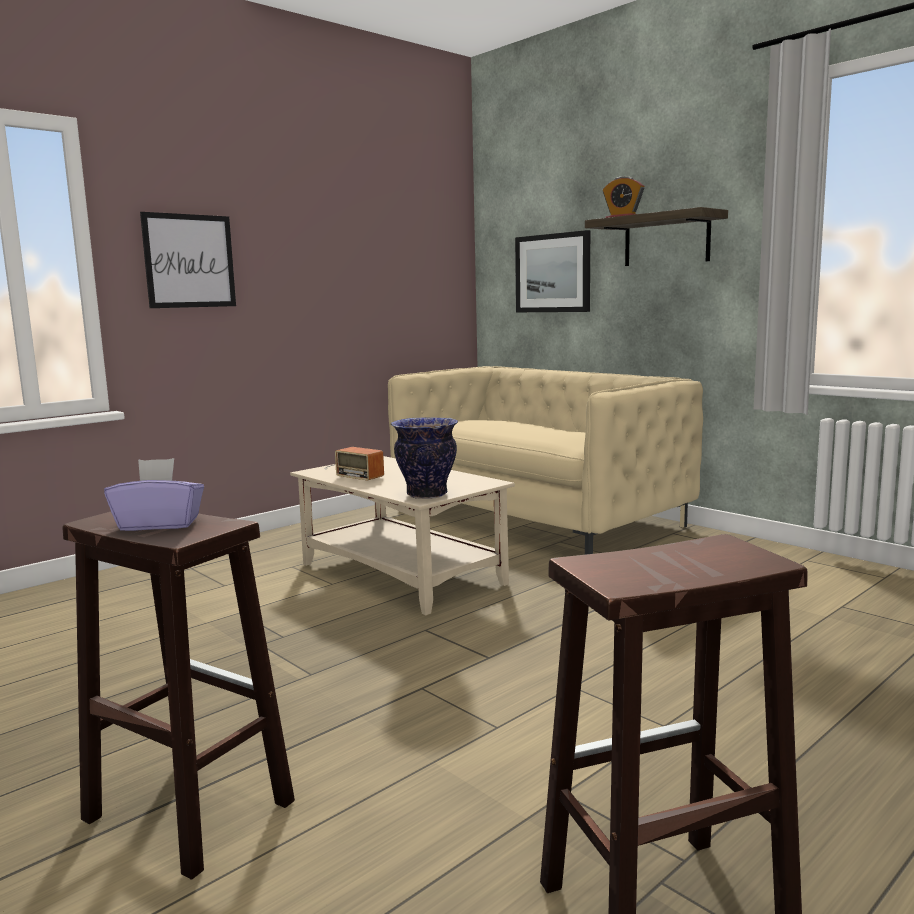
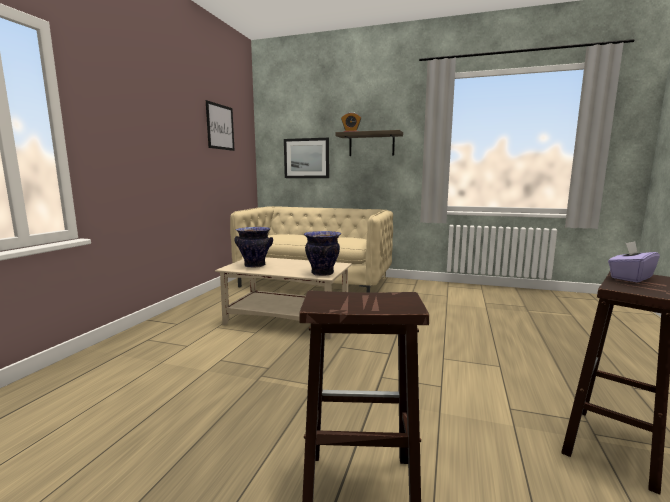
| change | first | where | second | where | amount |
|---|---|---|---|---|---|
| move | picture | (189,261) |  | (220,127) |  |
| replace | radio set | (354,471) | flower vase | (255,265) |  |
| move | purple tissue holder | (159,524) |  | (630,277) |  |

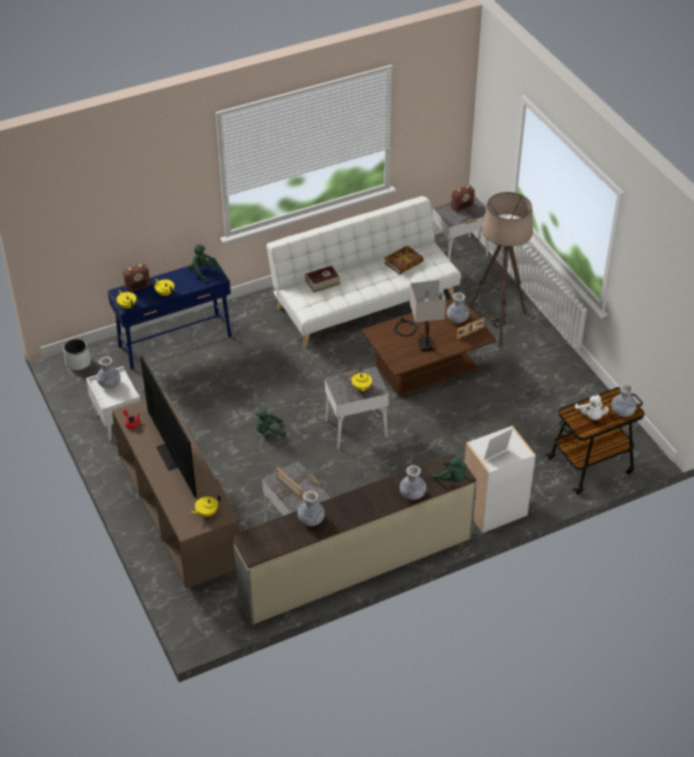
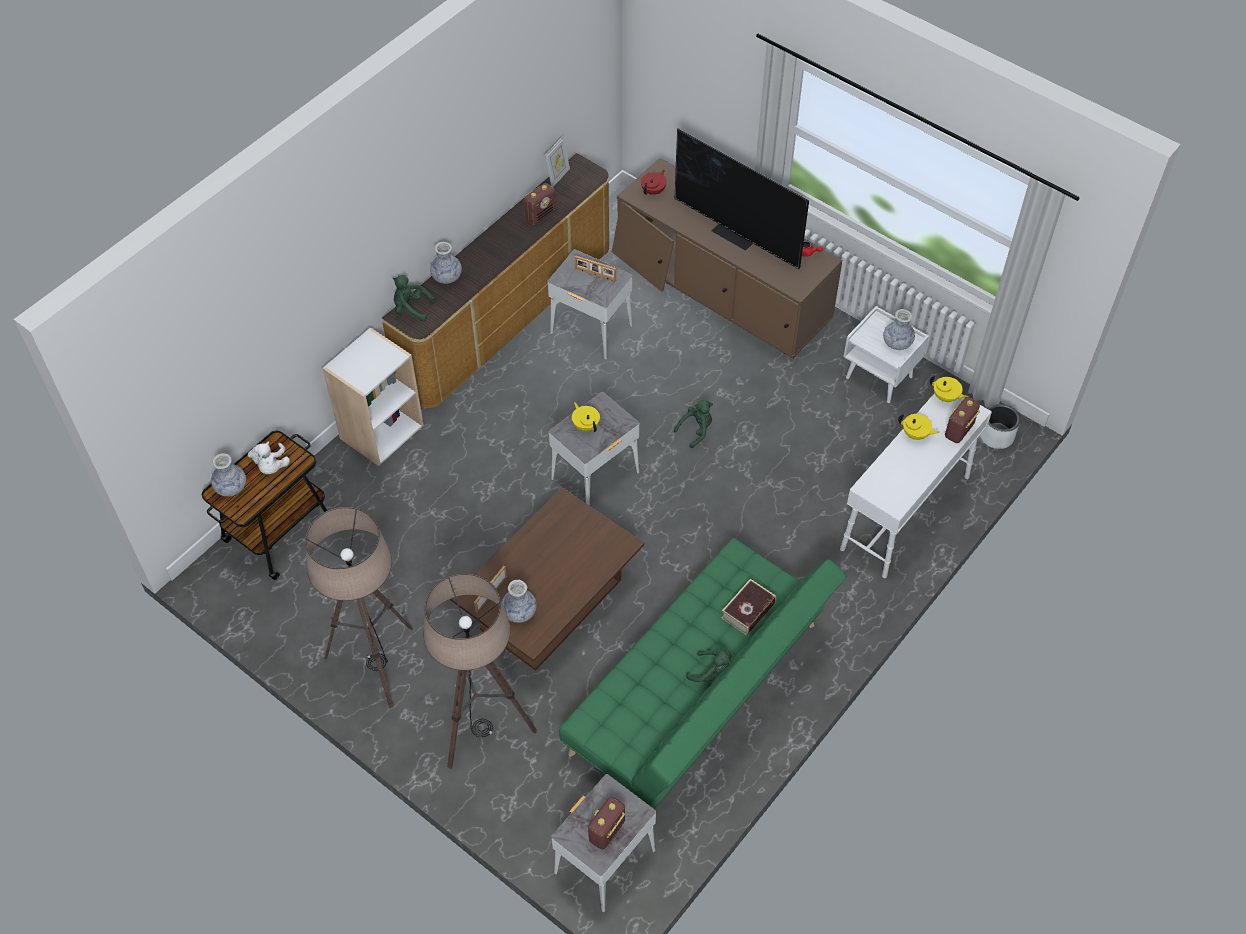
| change | first | where | second | where | amount |
|---|---|---|---|---|---|
| rotate | white-coloured soft toy | (591,416) |  | (271,466) | 150 degrees counterclockwise |
| insert |  |  | floor lamp | (376,663) |  |
| recolor | grey cupboard | (355,565) | brownish cupboard | (508,315) |  |
| replace | flower vase | (311,520) | radio set | (540,215) |  |
| move | standing frame | (497,456) |  | (558,177) |  |
| recolor | white-coloured couch | (364,299) | green-coloured couch | (700,693) |  |
| recolor | yellow teapot | (206,513) | red-coloured teapot | (654,191) |  |
| move | green-coloured soft toy | (203,271) |  | (713,674) |  |
| recolor | bluish narrow table | (175,342) | white-coloured narrow table | (904,512) |  |
| delete | bound book | (403,263) |  |  |  |
| delete | lamp for a table | (417,337) |  |  |  |

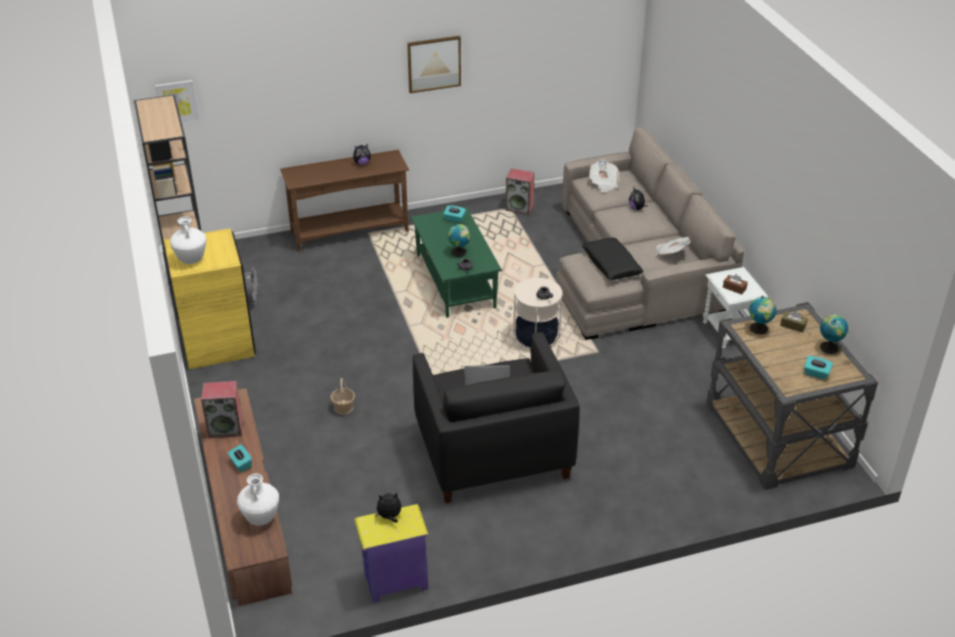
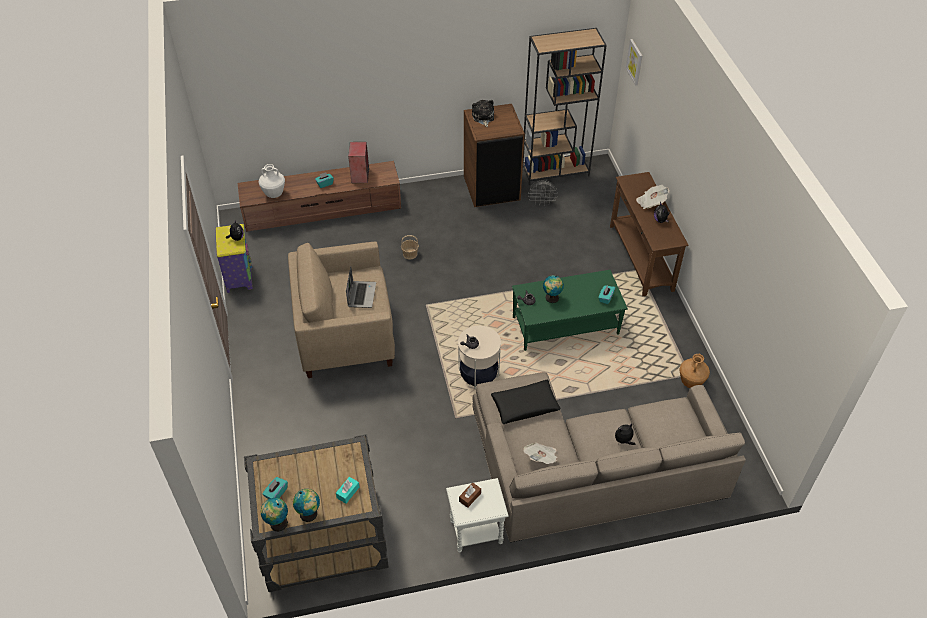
| change | first | where | second | where | amount |
|---|---|---|---|---|---|
| move | desk globe | (759,329) |  | (277,523) |  |
| recolor | black-coloured lounge chair | (492,452) | sand-coloured lounge chair | (345,334) |  |
| recolor | brownish tissue holder | (793,325) | turquoise tissue holder | (348,492) |  |
| recolor | yellow cupboard | (217,343) | brownish cupboard | (492,188) |  |
| replace | white-coloured flower vase | (191,260) | soft toy | (483,117) |  |
| move | daily paper | (603,184) |  | (651,202) |  |
| replace | speaker | (520,208) | brownish flower vase | (690,383) |  |
| delete | picture | (434,63) |  |  |  |

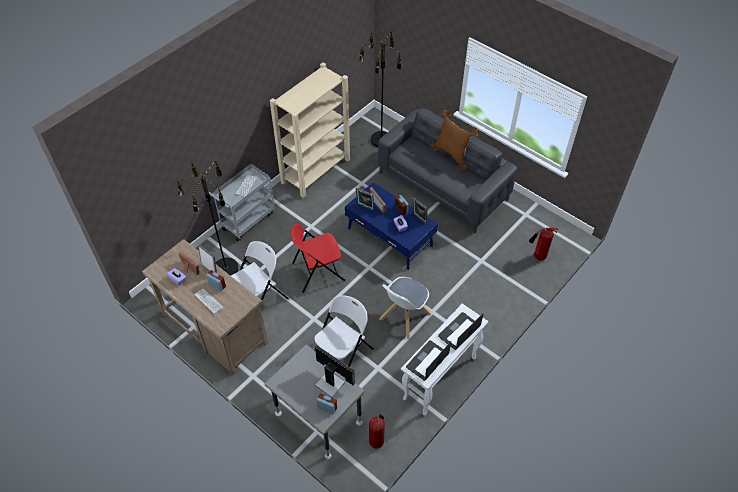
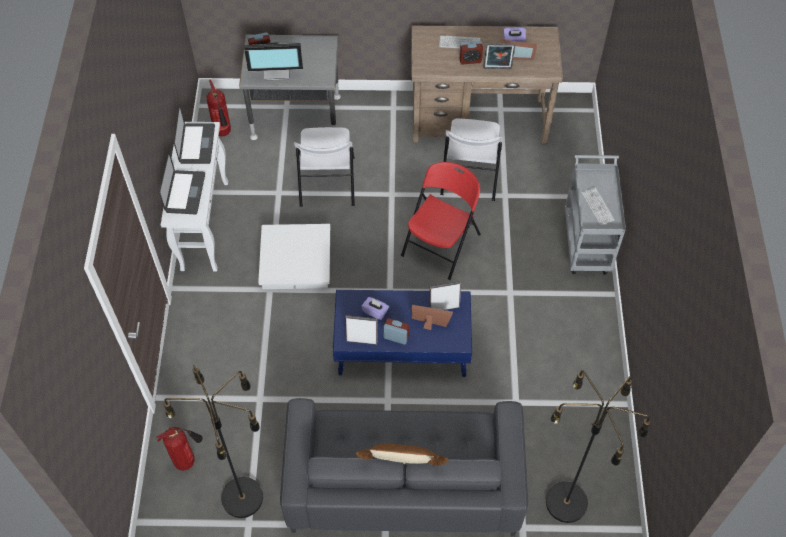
| change | first | where | second | where | amount |
|---|---|---|---|---|---|
| move | floor lamp | (225,268) |  | (243,497) |  |
| replace | upright chair | (404,317) | white-coloured storage box | (296,261) |  |
| delete | sand-coloured shelving unit | (315,171) |  |  |  |

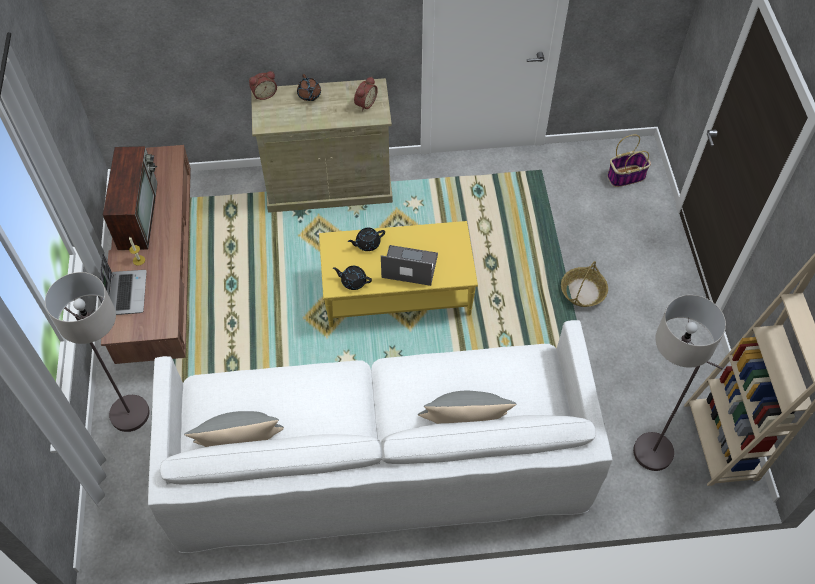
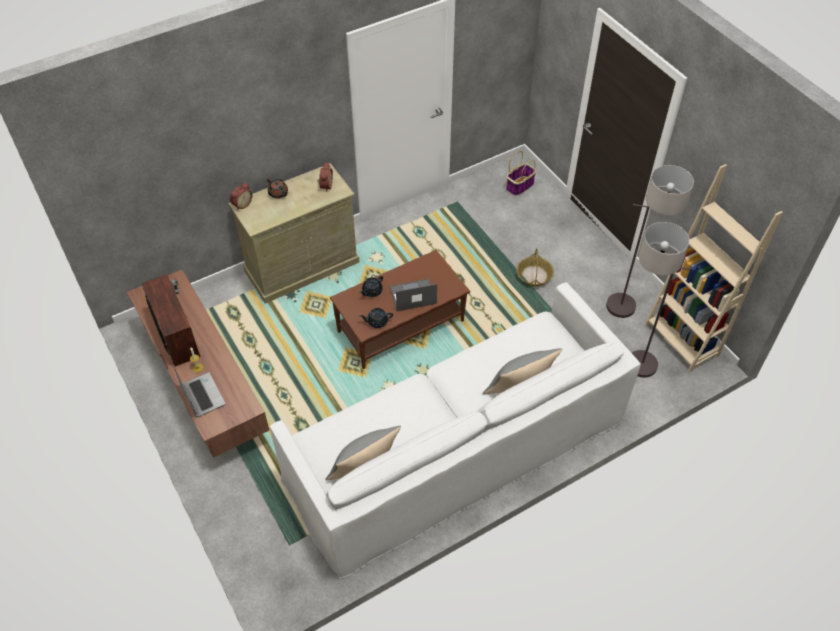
| change | first | where | second | where | amount |
|---|---|---|---|---|---|
| recolor | yellow lounge table | (396,294) | brownish lounge table | (400,326) |  |
| move | grey floor lamp | (138,420) |  | (629,307) |  |

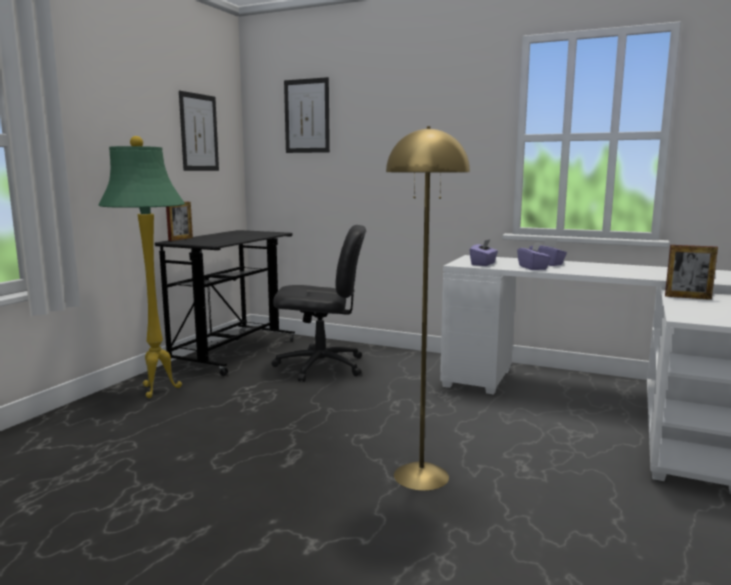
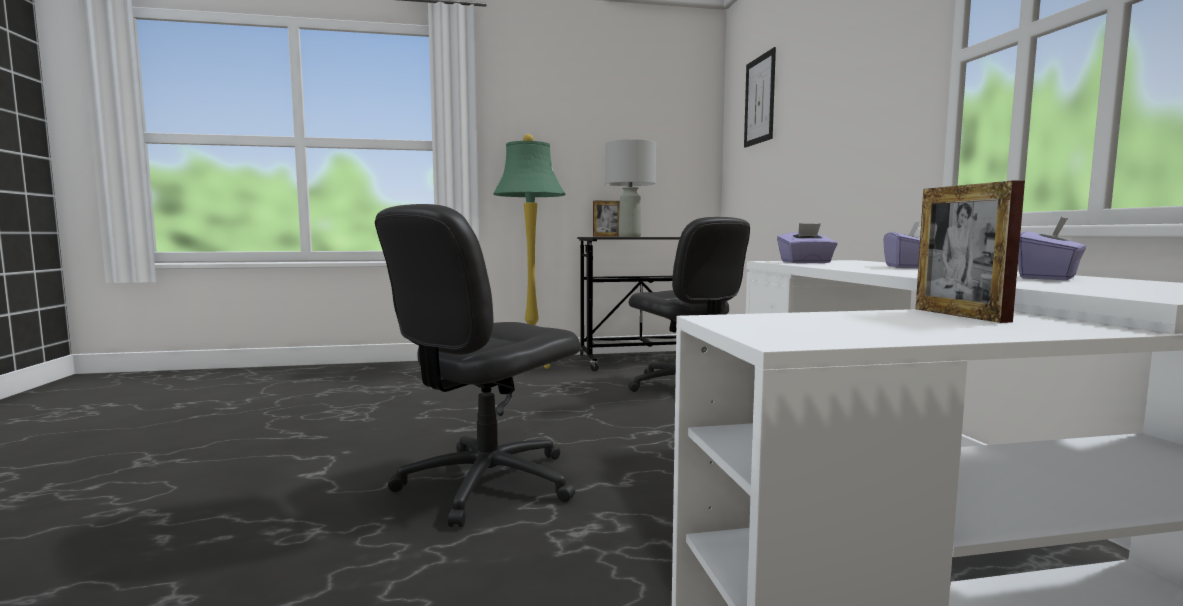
| change | first | where | second | where | amount |
|---|---|---|---|---|---|
| replace | yellow floor lamp | (421,476) | black-coloured office chair | (487,482) |  |
| insert |  |  | grey lamp for a table | (630,236) |  |
| move | purple tissue holder | (533,268) |  | (1049,278) |  |
| delete | picture | (199,132) |  |  |  |

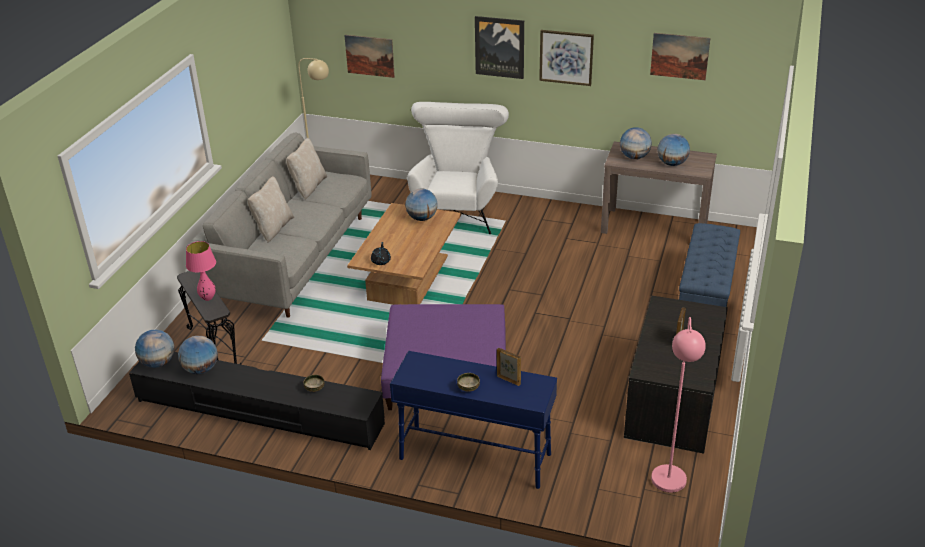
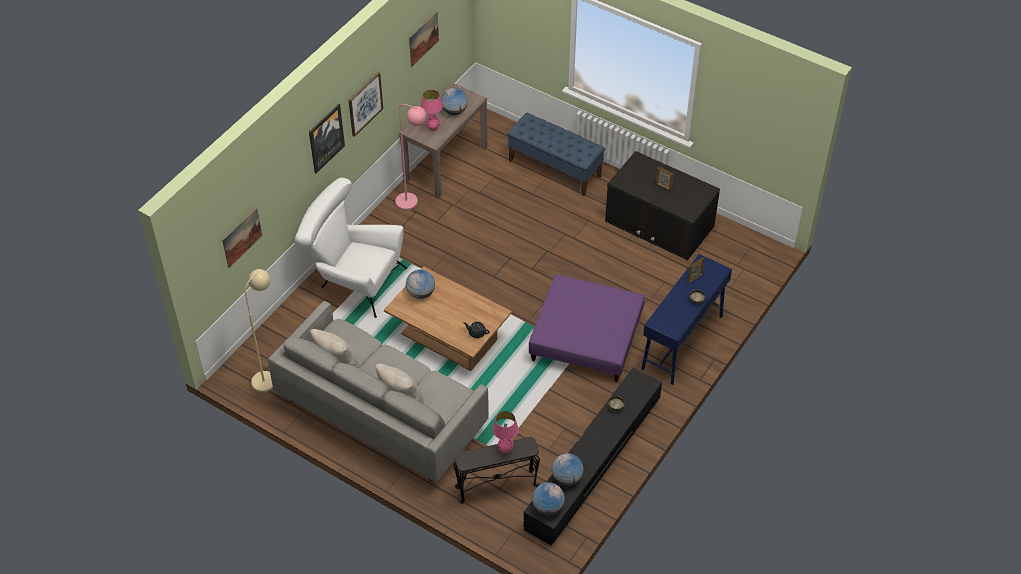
| change | first | where | second | where | amount |
|---|---|---|---|---|---|
| move | pink floor lamp | (668,488) |  | (413,204) |  |
| replace | desk globe | (634,157) | pink lamp for a table | (432,129) |  |

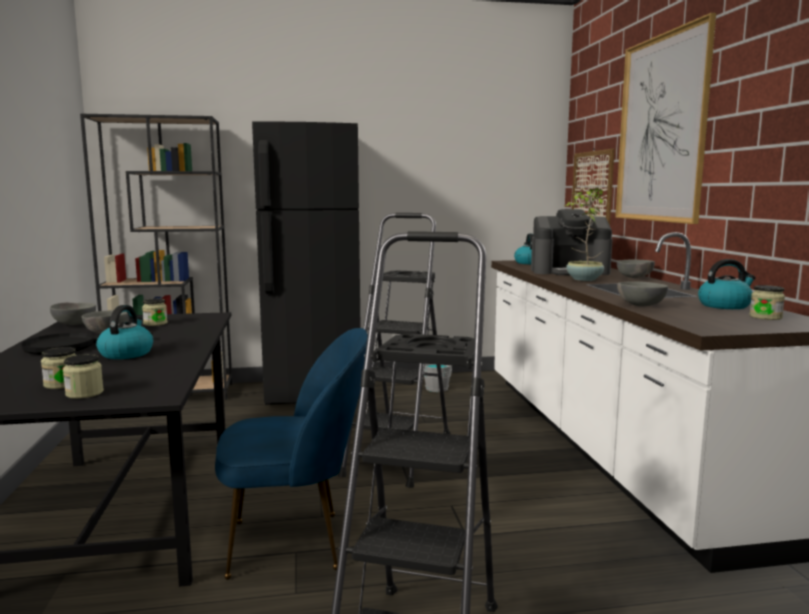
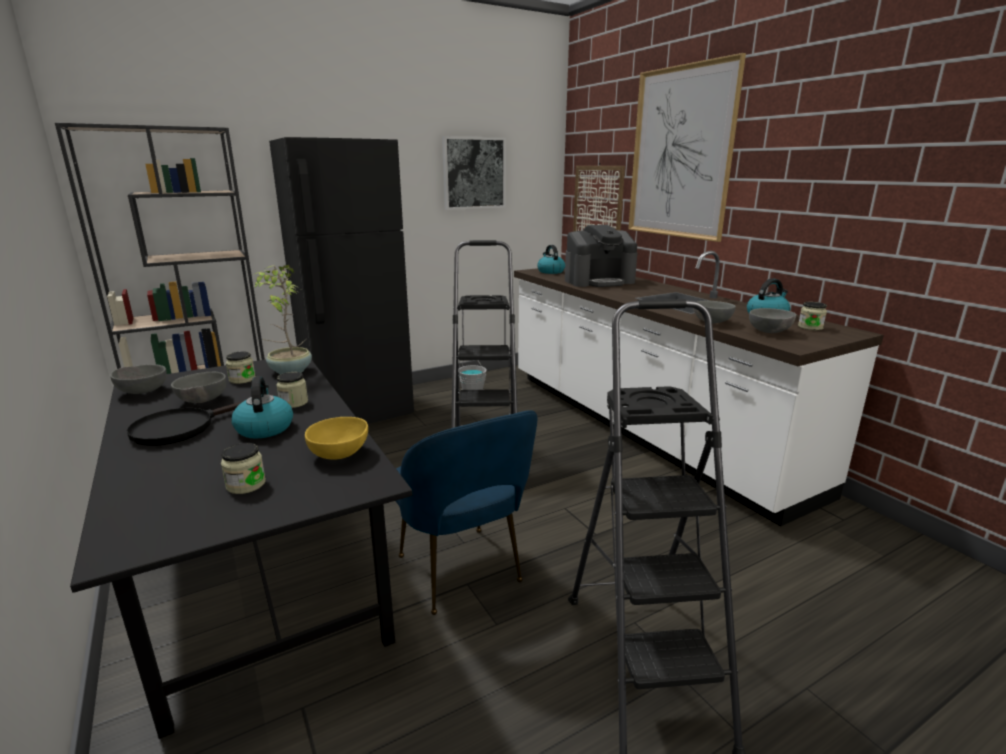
| change | first | where | second | where | amount |
|---|---|---|---|---|---|
| move | potted plant | (583,279) |  | (289,371) |  |
| move | storage jar | (84,393) |  | (294,403) |  |
| insert |  |  | yellow deep dish | (340,454) |  |
| rotate | bluish upright chair | (297,544) |  | (462,576) | 90 degrees clockwise |
| insert |  |  | picture | (474,173) |  |
| move | grey deep dish | (634,277) |  | (770,332) |  |

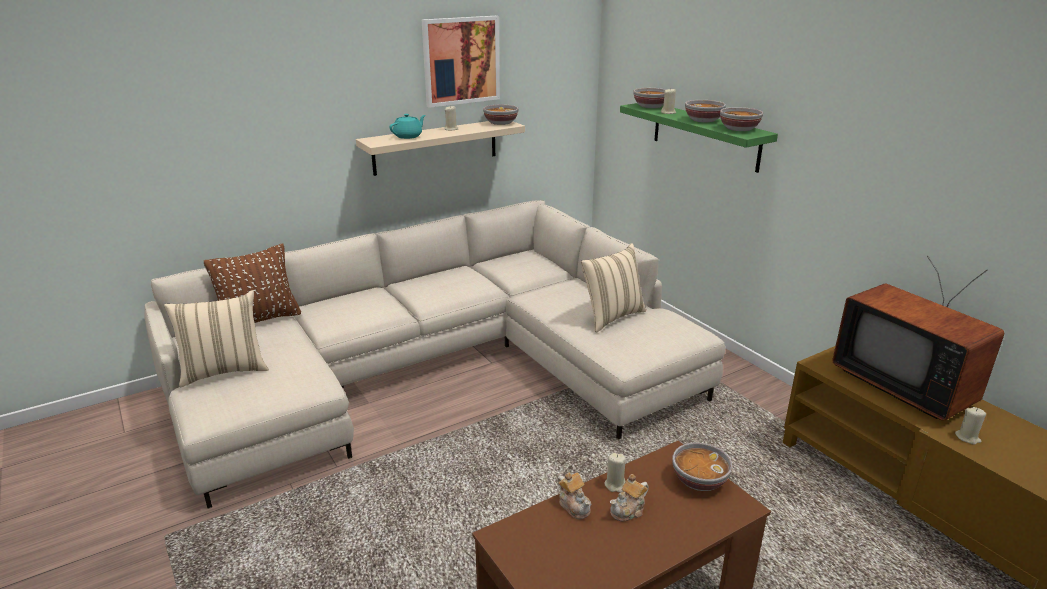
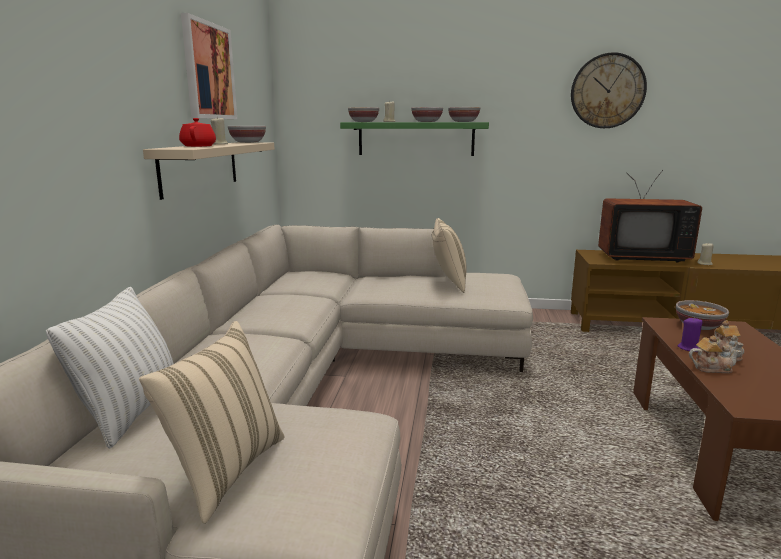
| change | first | where | second | where | amount |
|---|---|---|---|---|---|
| recolor | brownish cushion | (260,320) | white-coloured cushion | (131,412) |  |
| recolor | turquoise teapot | (408,136) | red-coloured teapot | (199,146) |  |
| insert |  |  | wall clock | (607,91) |  |
| recolor | sand-coloured wax light | (615,485) | purple wax light | (689,348) |  |

